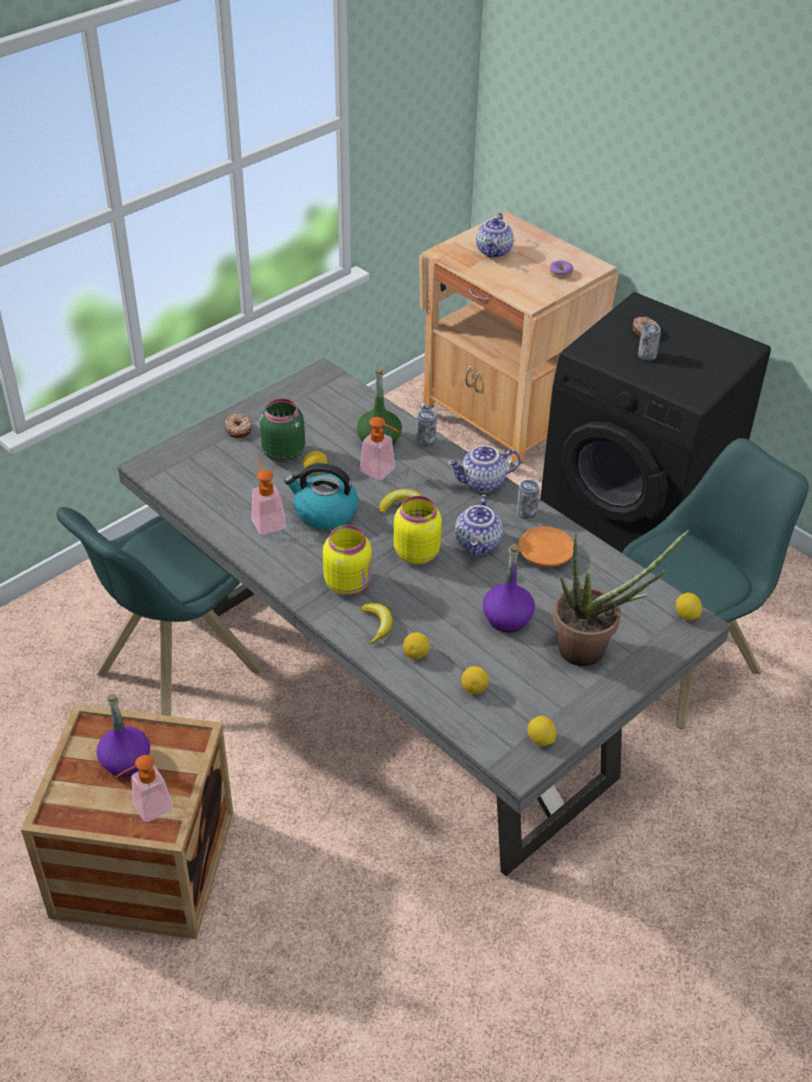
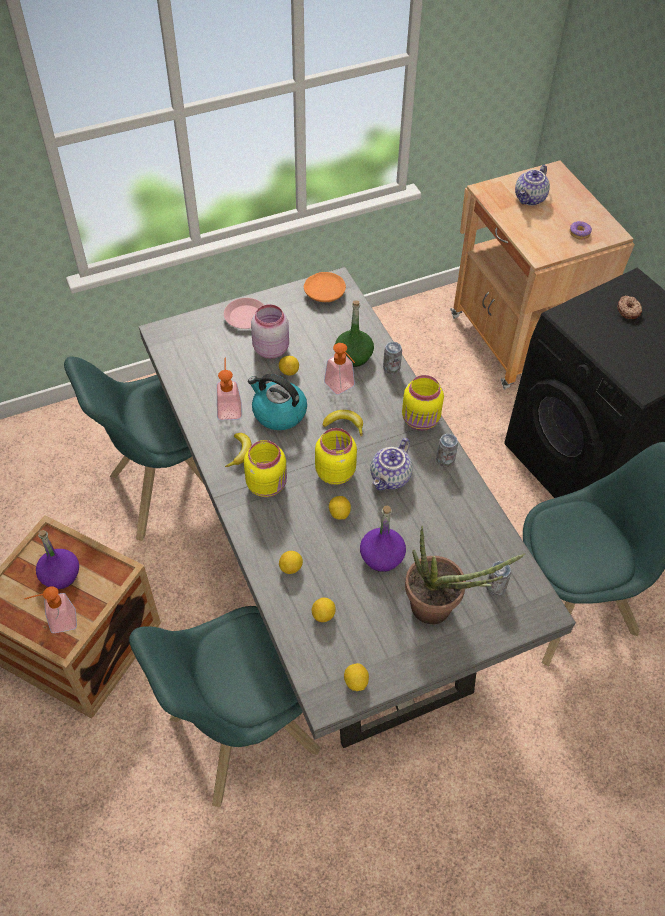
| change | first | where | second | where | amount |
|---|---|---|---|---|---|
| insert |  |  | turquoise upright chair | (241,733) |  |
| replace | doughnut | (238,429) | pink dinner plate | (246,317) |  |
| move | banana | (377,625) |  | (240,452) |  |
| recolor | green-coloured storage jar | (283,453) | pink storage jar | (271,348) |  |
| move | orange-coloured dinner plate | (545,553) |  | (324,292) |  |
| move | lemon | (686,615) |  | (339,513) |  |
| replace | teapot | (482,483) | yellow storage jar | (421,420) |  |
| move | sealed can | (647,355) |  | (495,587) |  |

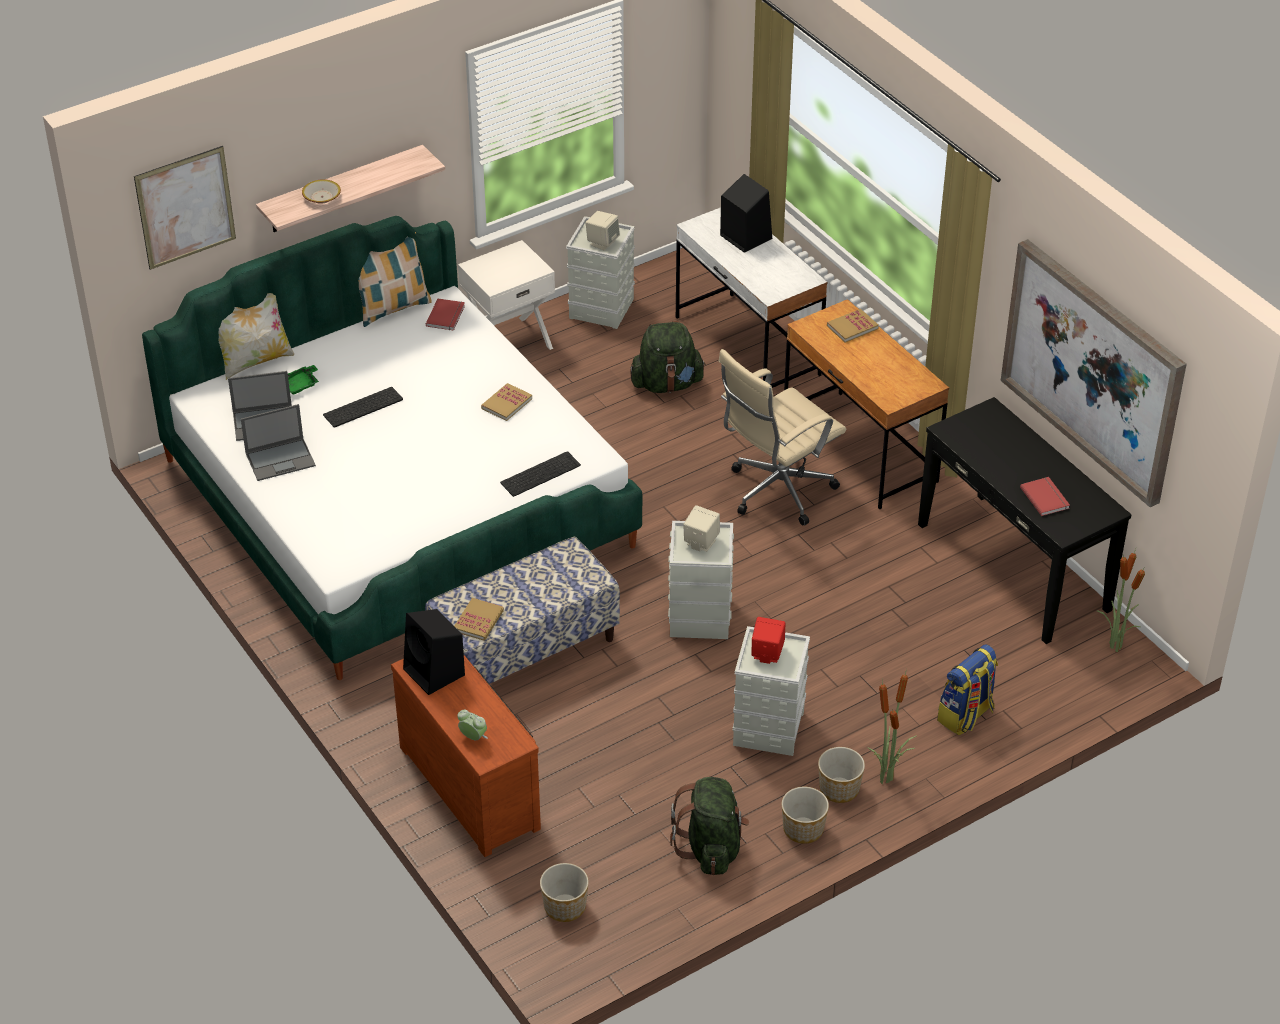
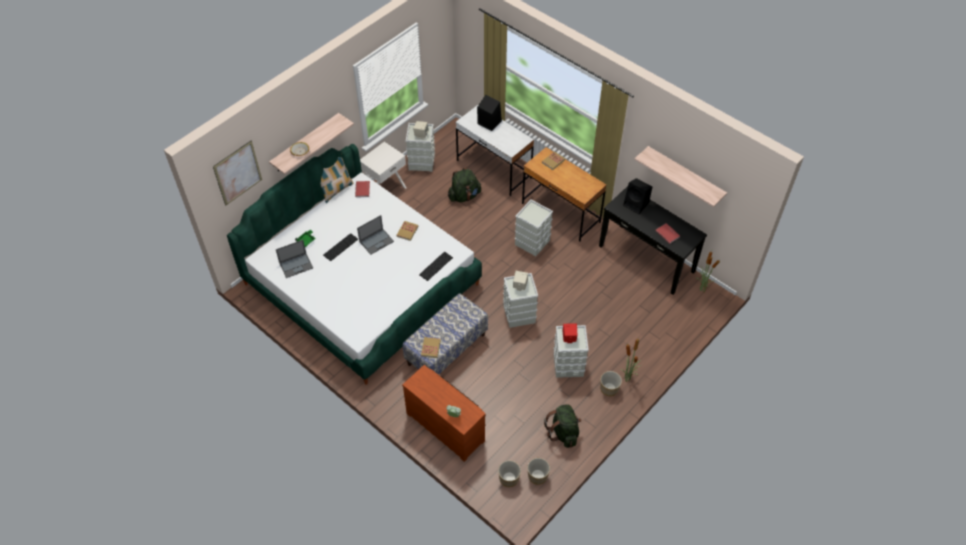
| change | first | where | second | where | amount |
|---|---|---|---|---|---|
| move | notebook computer | (281,459) |  | (376,241) |  |
| replace | sand-coloured office chair | (776,492) | grey storage box | (531,242) |  |
| move | flower pot | (802,829) |  | (537,476) |  |
| move | black-coloured speaker | (435,673) |  | (636,204) |  |
| replace | picture | (1093,370) | bracket shelf | (685,175) |  |
| delete | cushion | (255,361) |  |  |  |
| delete | rucksack | (966,716) |  |  |  |

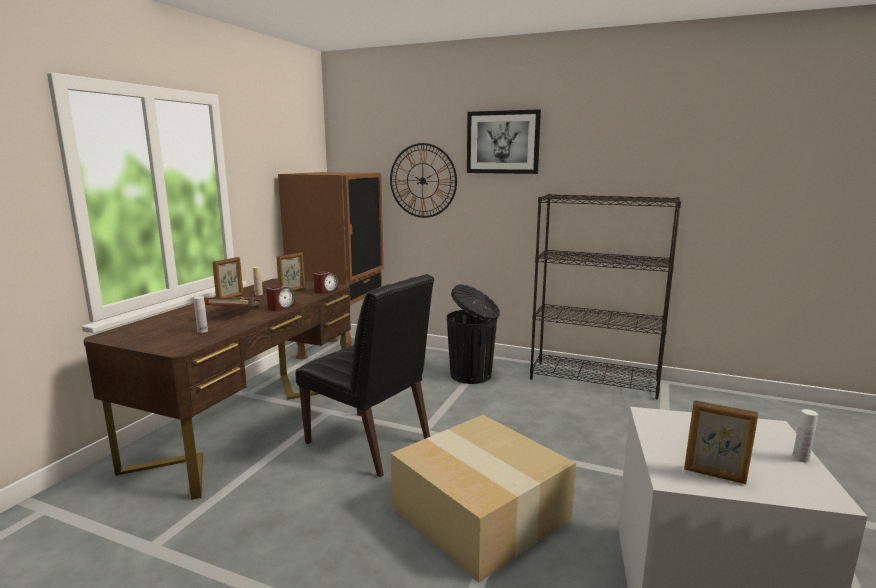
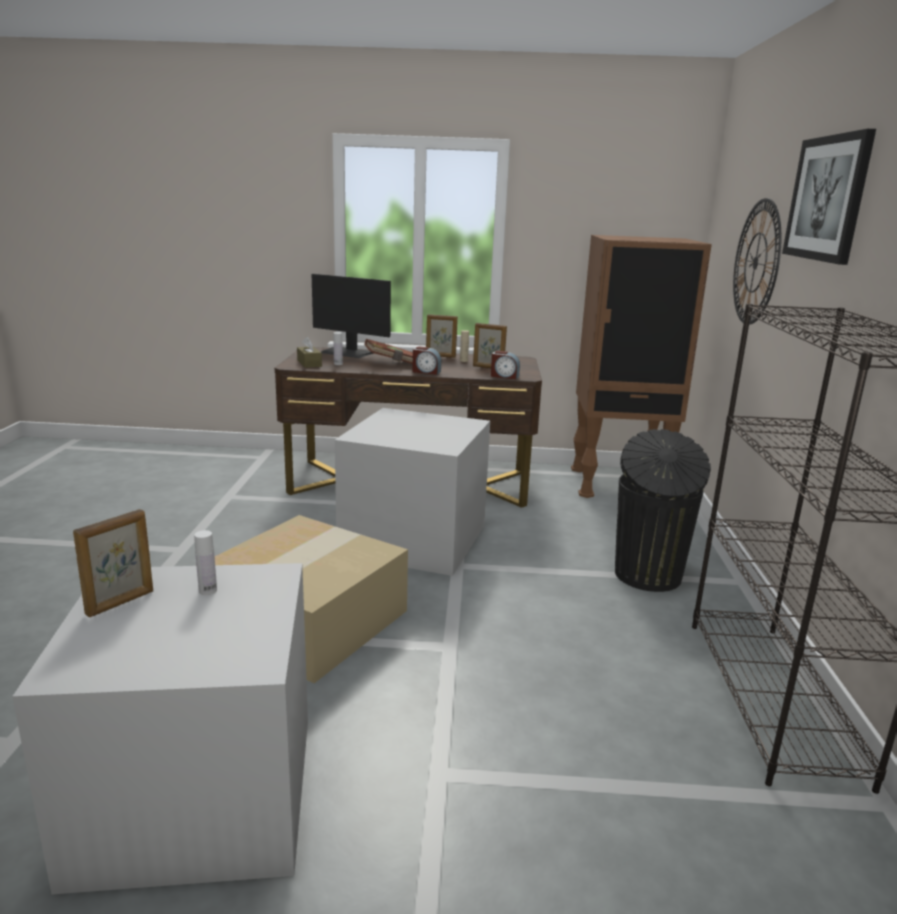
| change | first | where | second | where | amount |
|---|---|---|---|---|---|
| rotate | standing frame | (714,475) |  | (121,603) | 150 degrees counterclockwise |
| move | white-coloured drink bottle | (800,458) |  | (208,590) |  |
| insert |  |  | brownish tissue holder | (309,363) |  |
| insert |  |  | computer display | (347,352) |  |
| replace | black-coloured upright chair | (367,442) | grey storage box | (411,540) |  |

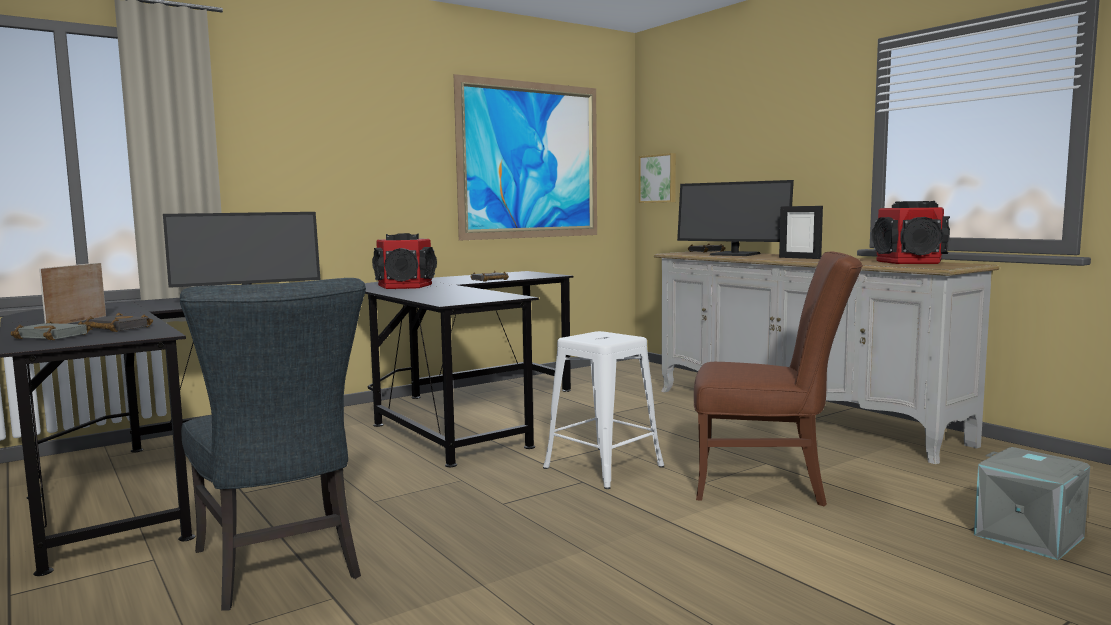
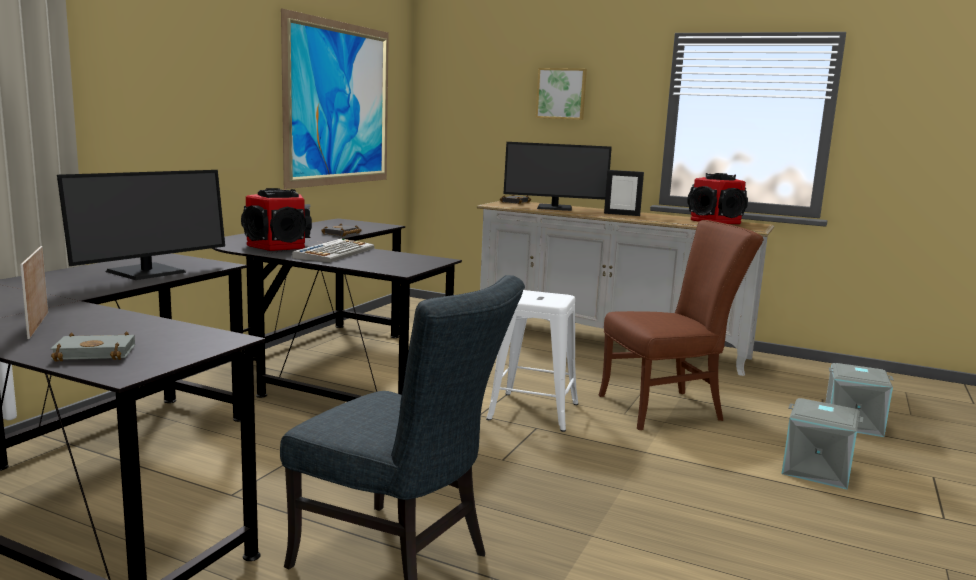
| change | first | where | second | where | amount |
|---|---|---|---|---|---|
| insert |  |  | PC keyboard | (334,253) |  |
| move | picture | (658,178) |  | (561,93) |  |
| insert |  |  | grey storage box | (816,470) |  |
| delete | black-coloured bound book | (115,328) |  |  |  |

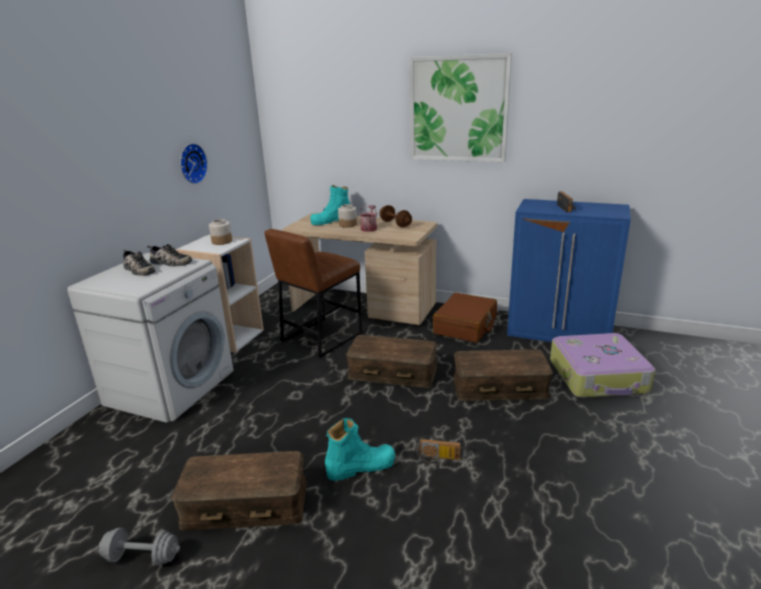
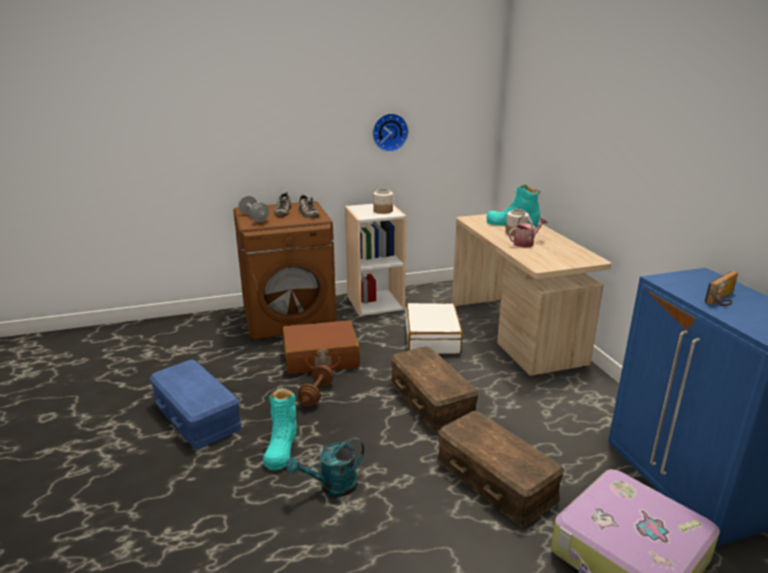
| change | first | where | second | where | amount |
|---|---|---|---|---|---|
| recolor | brownish storage box | (245,505) | bluish storage box | (196,415) |  |
| recolor | white-coloured laundry appliance | (174,386) | brownish laundry appliance | (290,318) |  |
| move | grey free weight | (142,557) |  | (254,218) |  |
| rotate | turquoise tall boot | (361,467) |  | (281,447) | 60 degrees clockwise |
| move | brownish travel case | (465,326) |  | (321,358) |  |
| replace | radio set | (438,459) | turquoise watering can | (332,486) |  |
| move | brownish free weight | (395,224) |  | (316,394) |  |
| replace | brownish upright chair | (321,337) | white-coloured travel case | (432,338) |  |
| delete | picture | (458,109) |  |  |  |

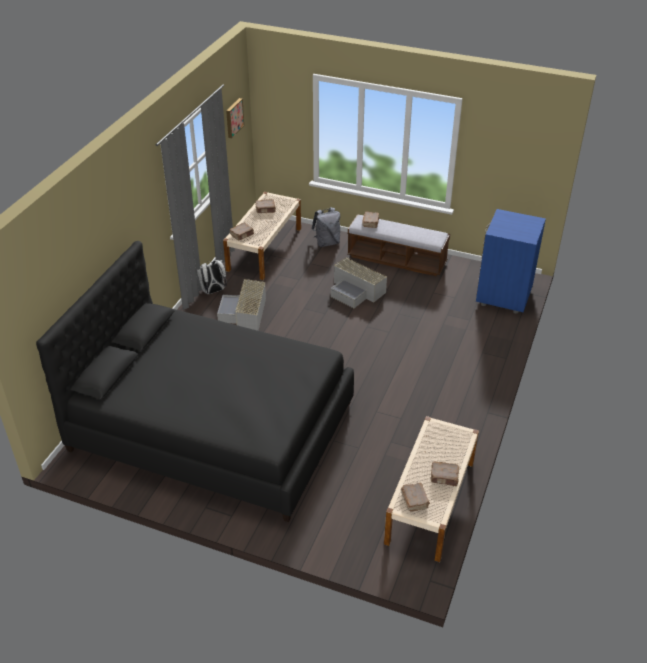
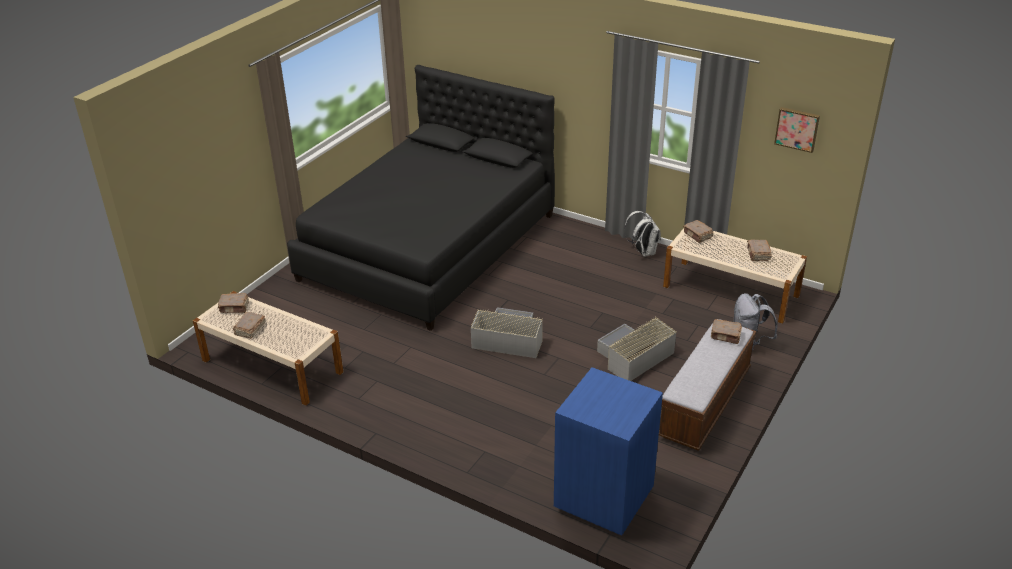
| change | first | where | second | where | amount |
|---|---|---|---|---|---|
| move | grey storage box | (245,314) |  | (507,339) |  |

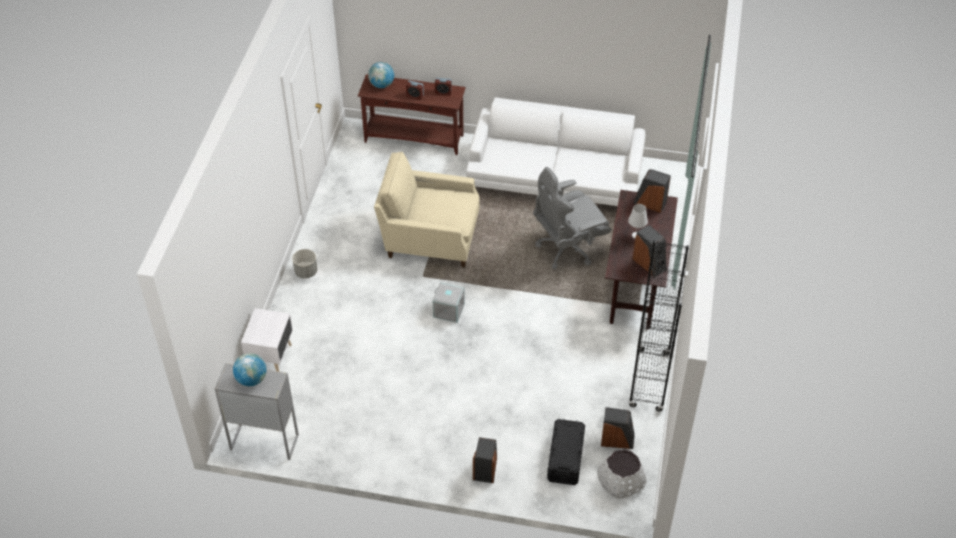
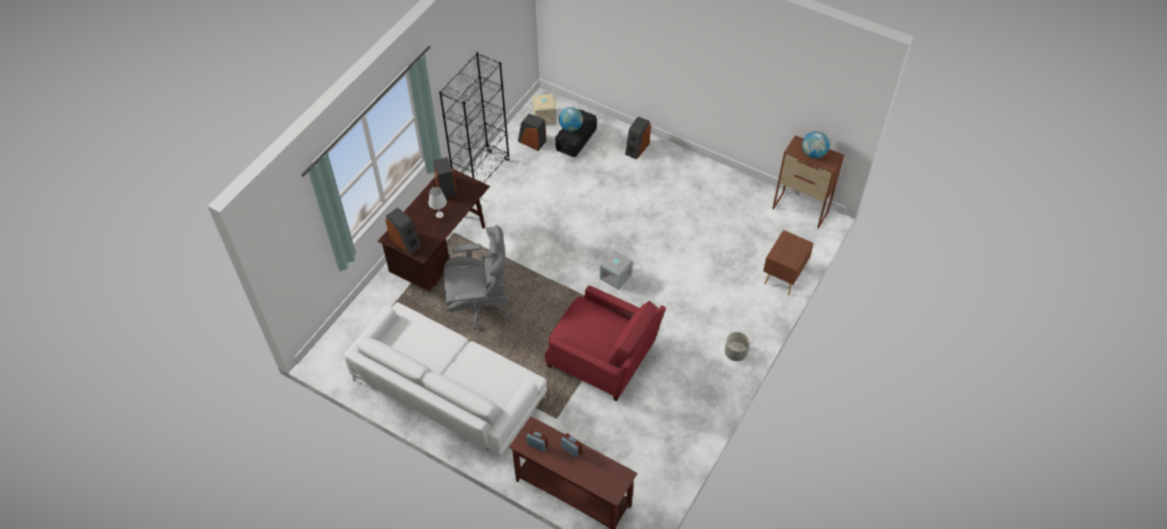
| change | first | where | second | where | amount |
|---|---|---|---|---|---|
| replace | white-coloured flower pot | (621,480) | sand-coloured storage box | (544,116) |  |
| recolor | sand-coloured lounge chair | (430,235) | red-coloured lounge chair | (603,358) |  |
| move | desk globe | (381,85) |  | (571,127) |  |
| recolor | white-coloured night table | (272,358) | brownish night table | (783,276) |  |
| recolor | grey cupboard | (263,441) | brownish cupboard | (800,211) |  |

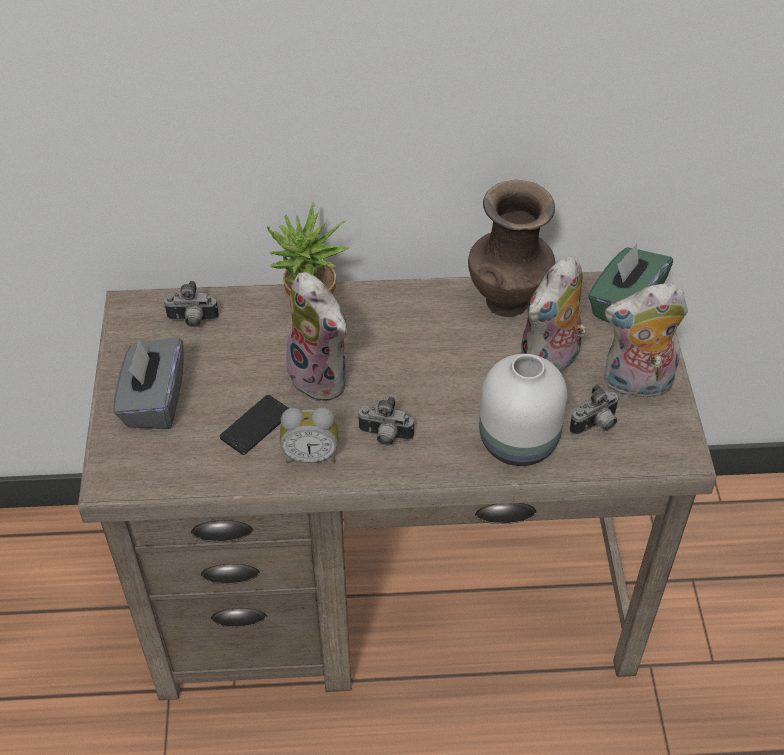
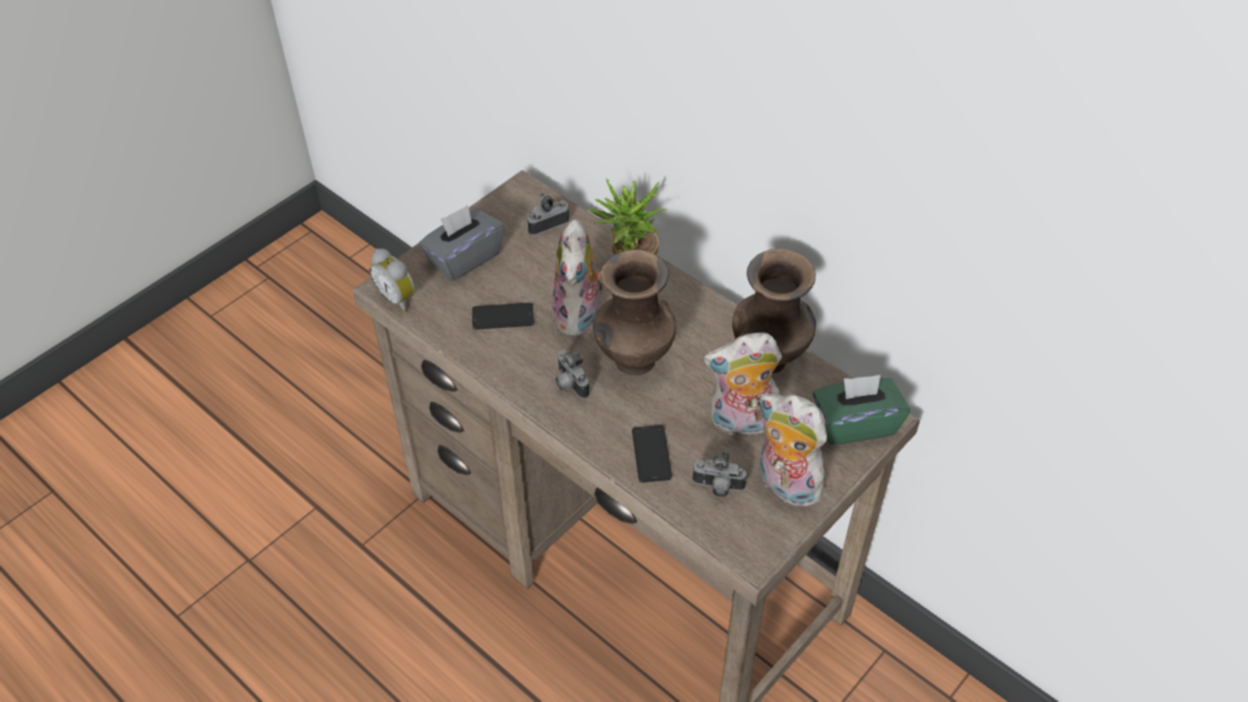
| change | first | where | second | where | amount |
|---|---|---|---|---|---|
| move | alarm clock | (311,455) |  | (398,298) |  |
| rotate | photo camera | (192,321) |  | (546,224) | 105 degrees clockwise |
| insert |  |  | brownish flower vase | (633,361) |  |
| replace | white-coloured flower vase | (517,439) | phone | (651,454) |  |

